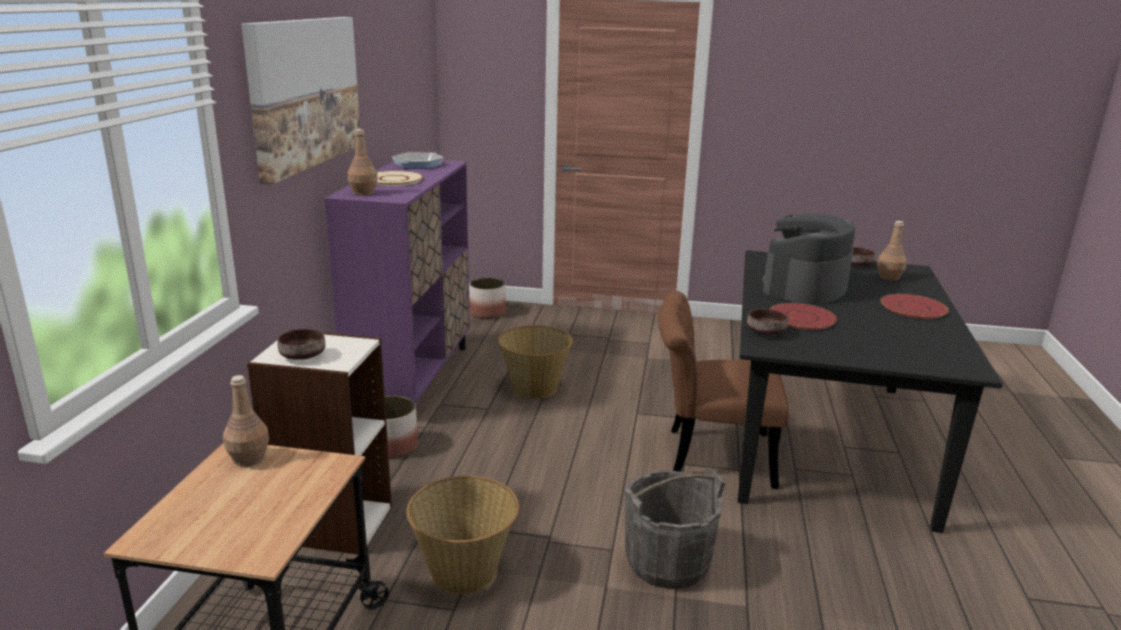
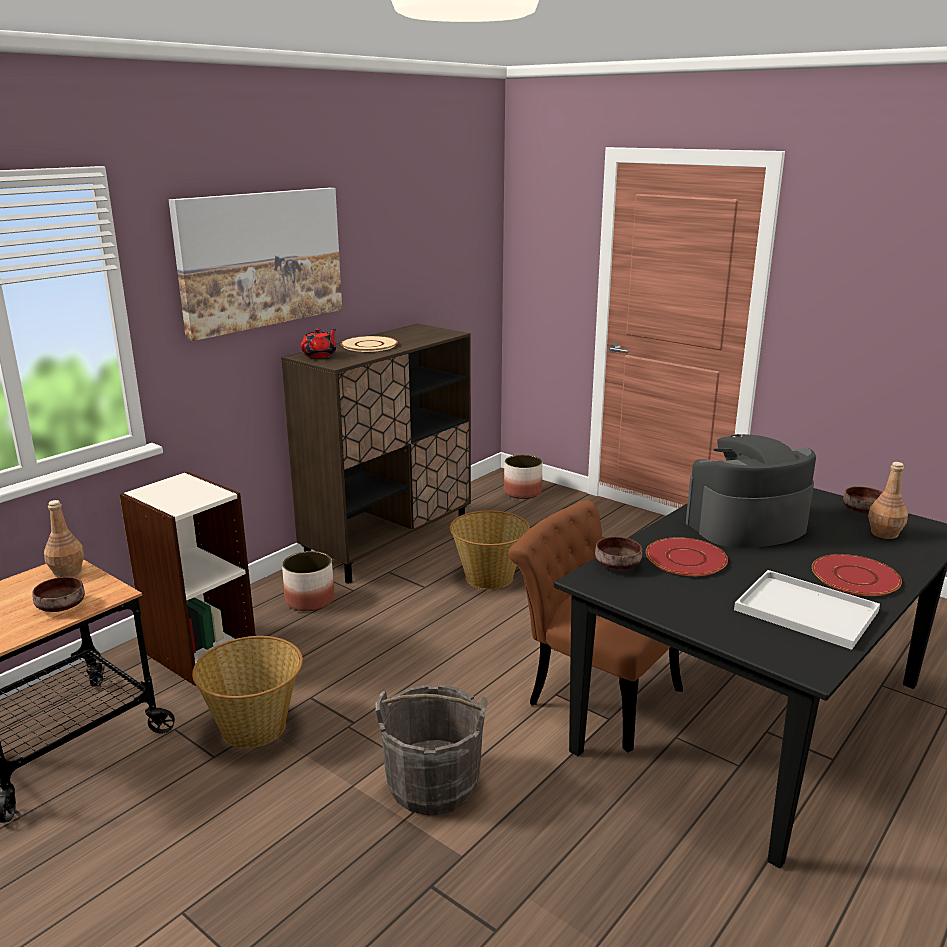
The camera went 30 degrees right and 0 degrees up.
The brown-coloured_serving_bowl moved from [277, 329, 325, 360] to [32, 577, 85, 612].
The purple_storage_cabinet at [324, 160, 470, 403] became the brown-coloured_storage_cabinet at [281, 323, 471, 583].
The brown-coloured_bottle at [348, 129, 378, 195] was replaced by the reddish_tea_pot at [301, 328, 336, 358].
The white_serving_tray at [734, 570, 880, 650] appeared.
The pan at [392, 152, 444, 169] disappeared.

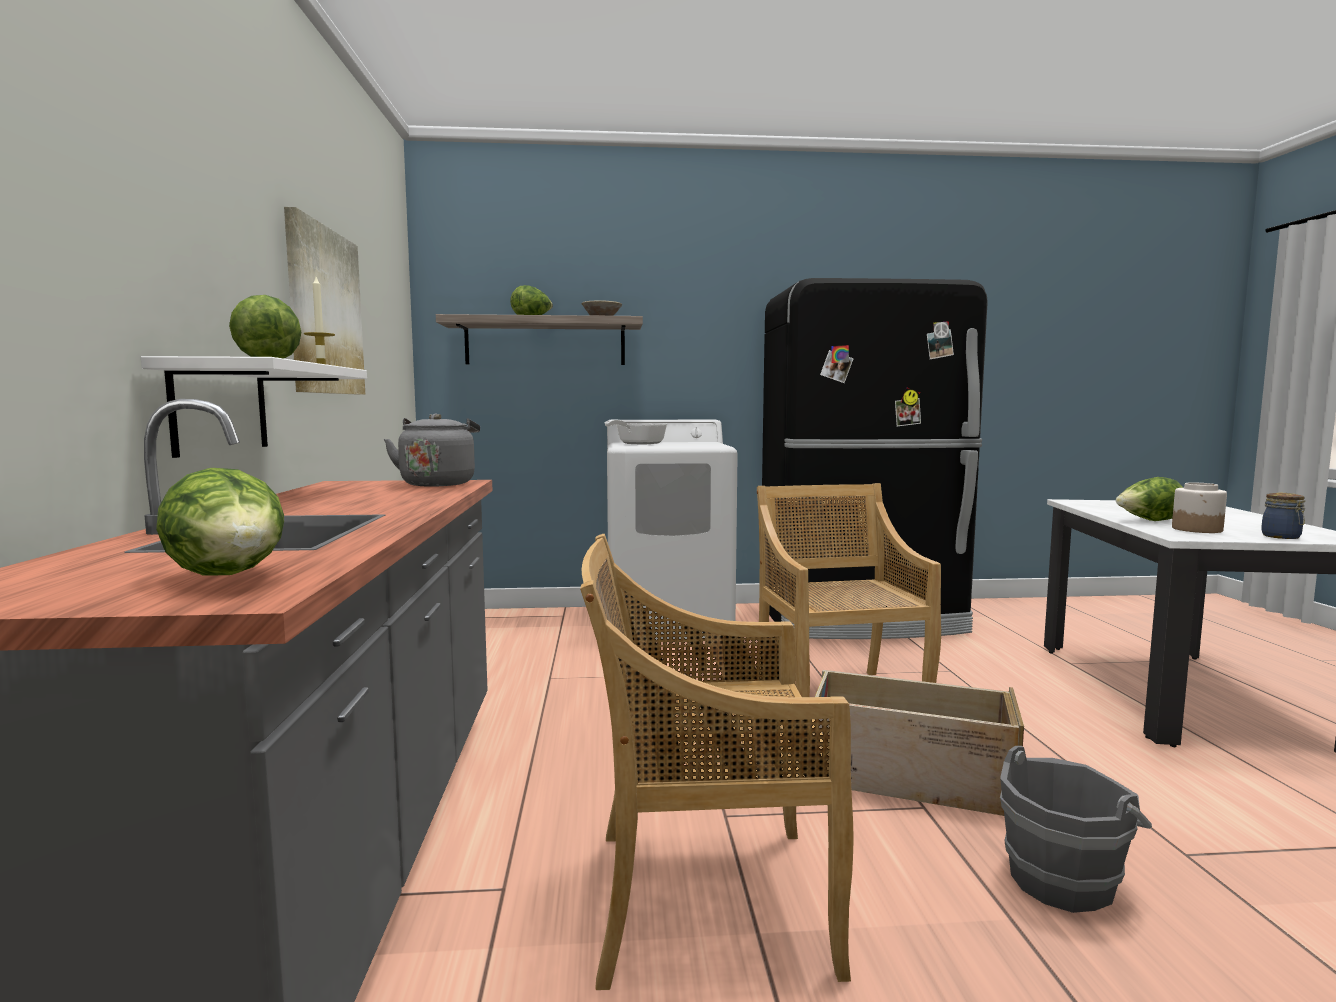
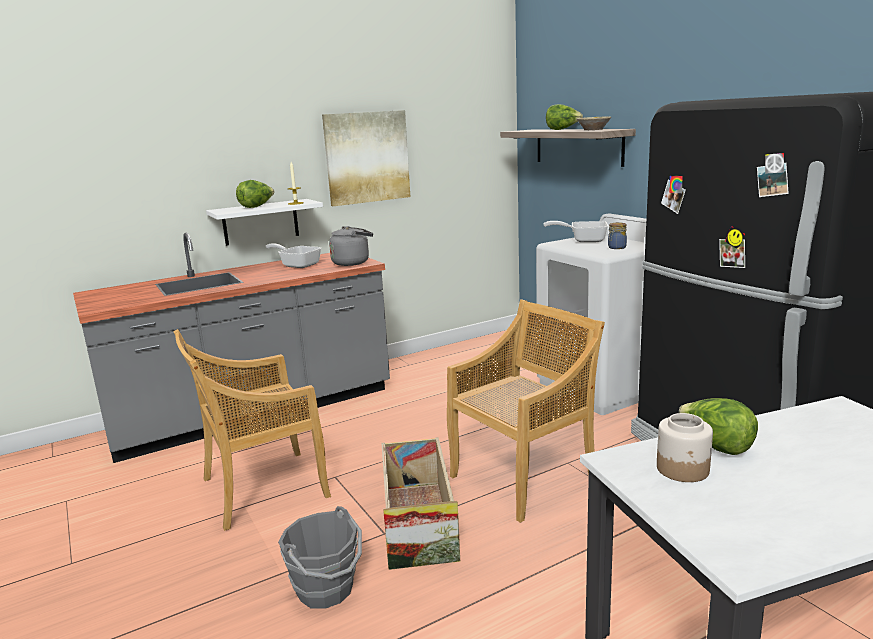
The camera went 65 degrees right and 10 degrees up.
The beige_plain_chair at [580, 534, 854, 990] turned 90 degrees counterclockwise.
The pan at [266, 243, 321, 268] appeared.
The storage_jar moved from [1261, 493, 1305, 539] to [608, 222, 627, 249].
The head_of_lettuce at [156, 468, 284, 576] disappeared.

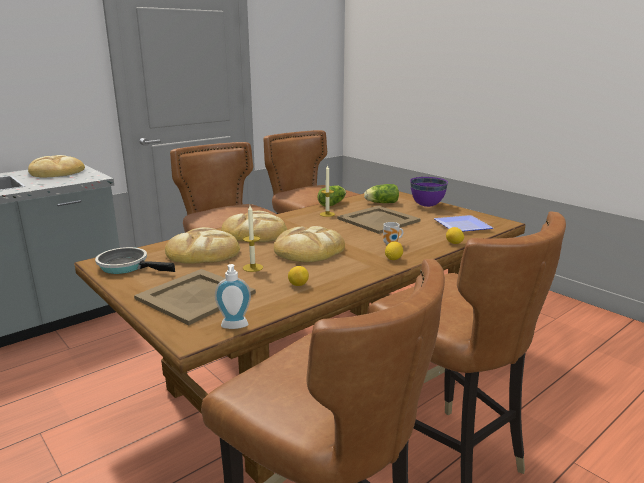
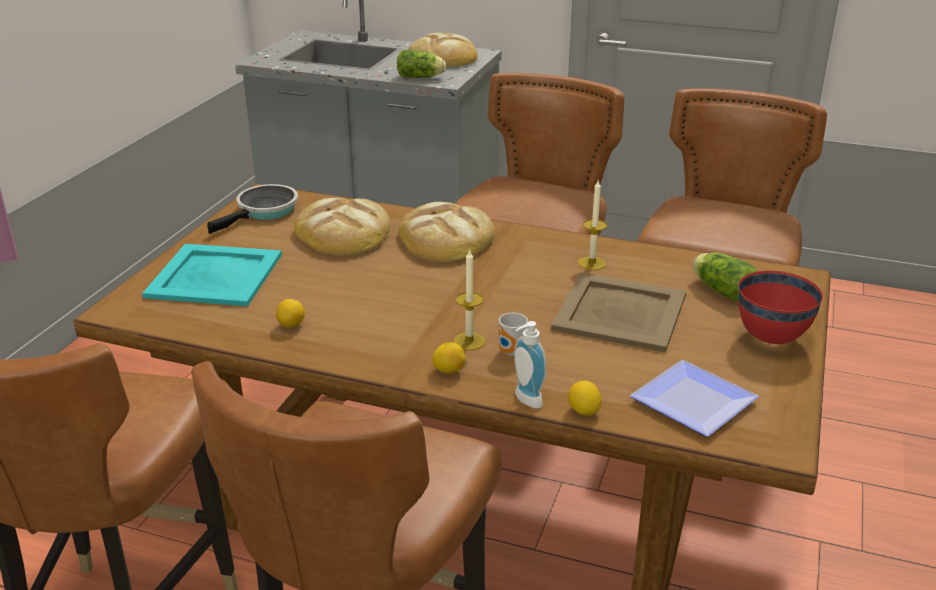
The camera went 60 degrees right and 10 degrees up.
The beige_serving_tray at [134, 269, 256, 325] became the turquoise_serving_tray at [142, 244, 282, 306].
The pan at [95, 247, 175, 274] turned 45 degrees clockwise.
The head_of_lettuce moved from [317, 185, 346, 207] to [397, 50, 446, 78].
The wax_light moved from [243, 205, 263, 272] to [453, 249, 486, 350].
The soap_bottle moved from [215, 264, 251, 329] to [514, 321, 547, 408].
The purple_serving_bowl at [410, 177, 448, 207] became the reddish_serving_bowl at [738, 271, 823, 344].
The bread at [274, 226, 345, 262] disappeared.

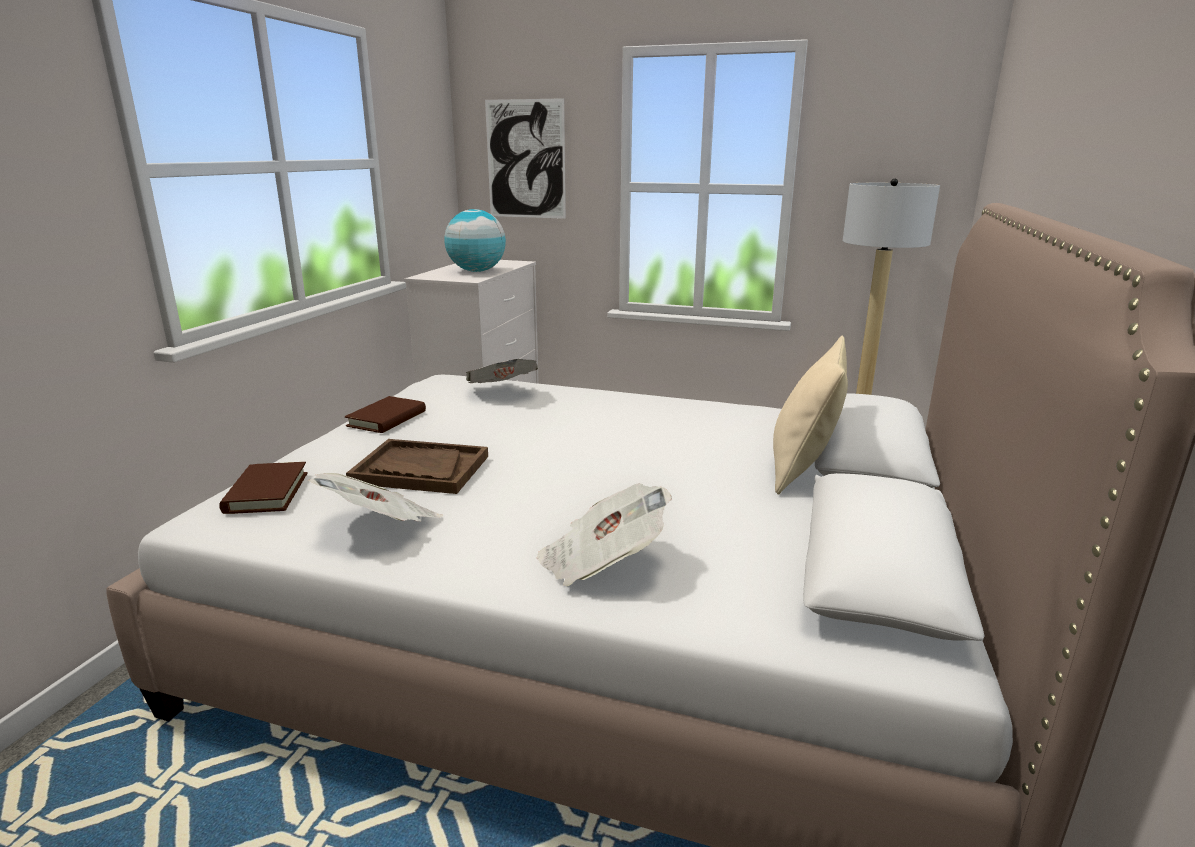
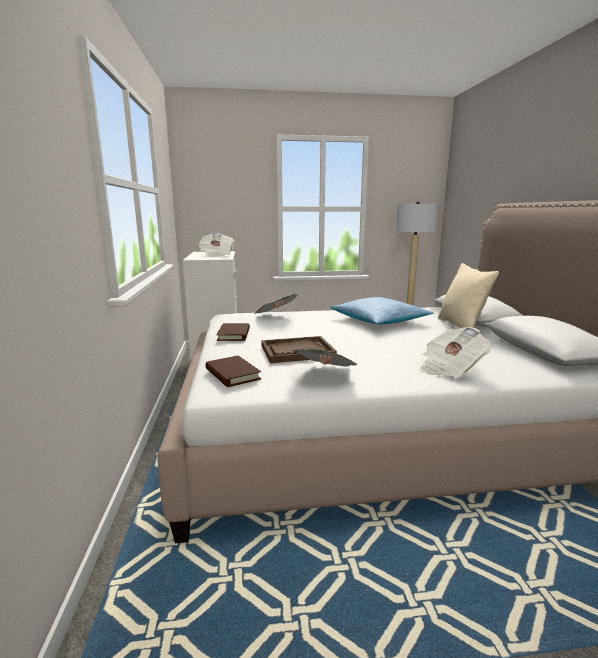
The camera went 25 degrees left and 5 degrees down.
The globe at [444, 209, 506, 272] was replaced by the daily_paper at [198, 233, 234, 258].
The throw_pillow at [331, 297, 434, 324] appeared.
The wall_picture at [485, 98, 566, 219] disappeared.

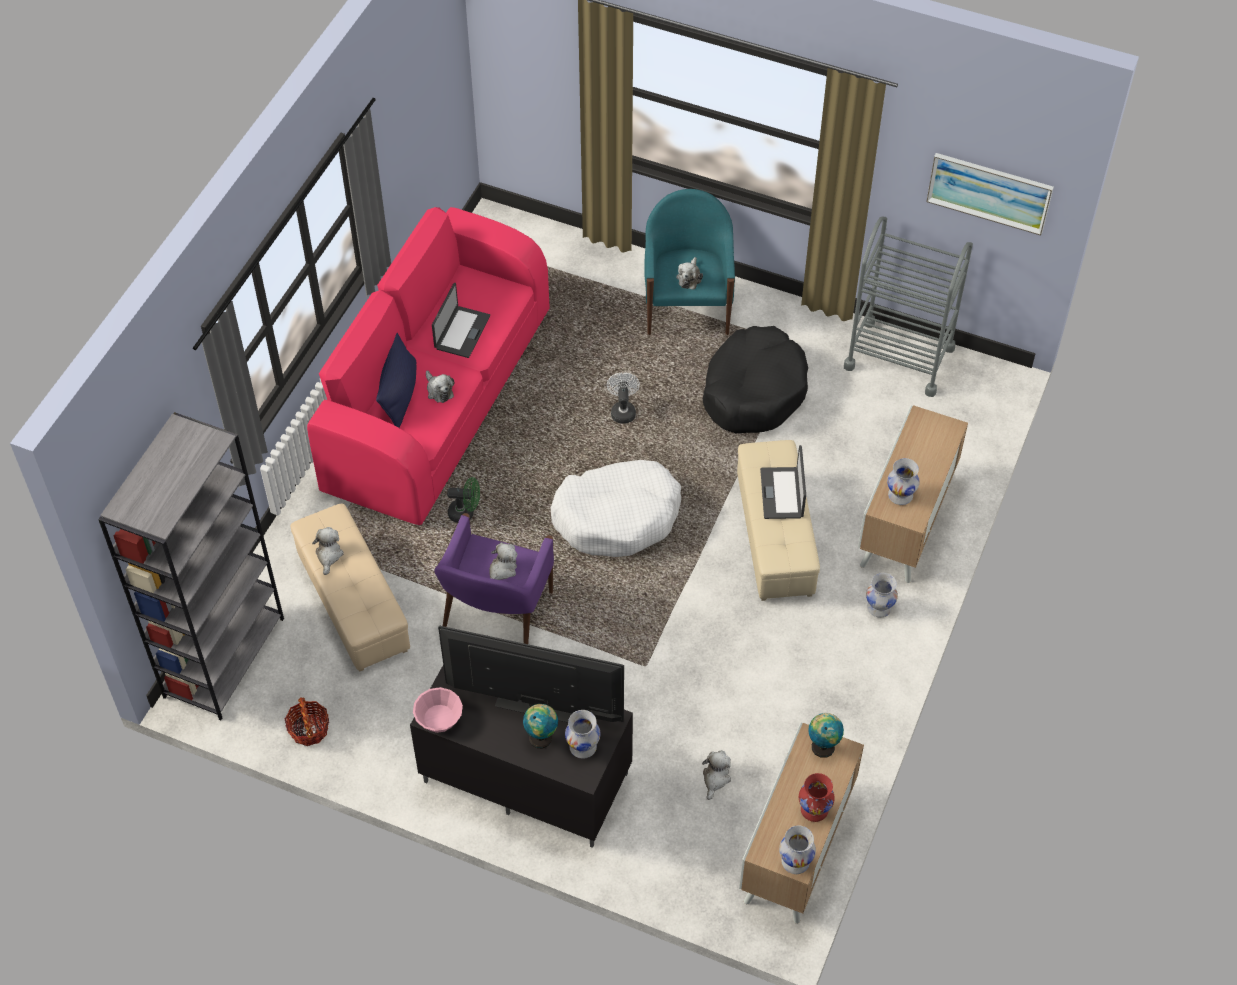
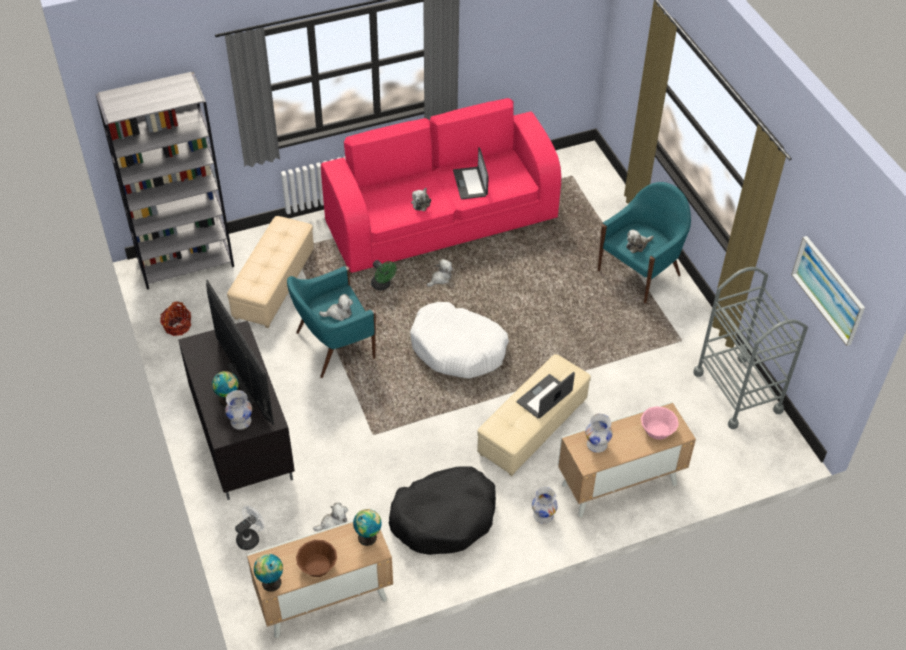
The camera went 45 degrees right and 5 degrees down.
The white_electric_fan moved from [607, 372, 640, 424] to [235, 506, 264, 550].
The white_vase at [779, 825, 816, 874] was replaced by the globe at [254, 554, 283, 591].
The purple_lounge_chair at [434, 513, 554, 644] became the turquoise_lounge_chair at [287, 266, 376, 378].
The reddish_vase at [799, 773, 835, 822] was replaced by the brown-coloured_serving_bowl at [296, 540, 337, 577].
The black_dog_cushion moved from [703, 326, 808, 433] to [389, 466, 496, 555].
The soft_toy moved from [312, 527, 344, 575] to [427, 259, 452, 287].
The laptop at [432, 283, 490, 358] turned 105 degrees clockwise.
The pink_serving_bowl moved from [413, 687, 463, 733] to [641, 406, 679, 440].
The bluish_throw_pillow at [376, 333, 417, 428] disappeared.

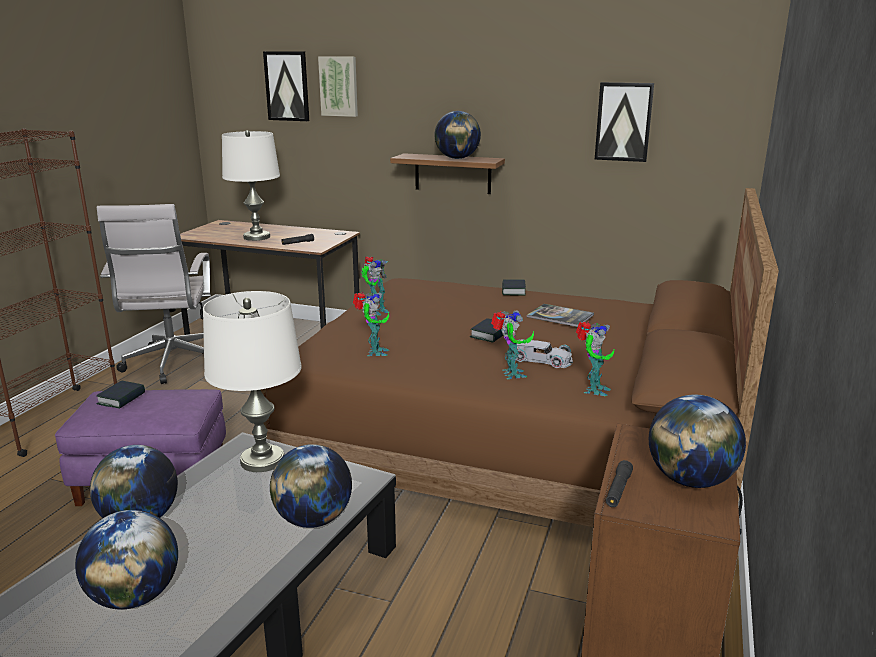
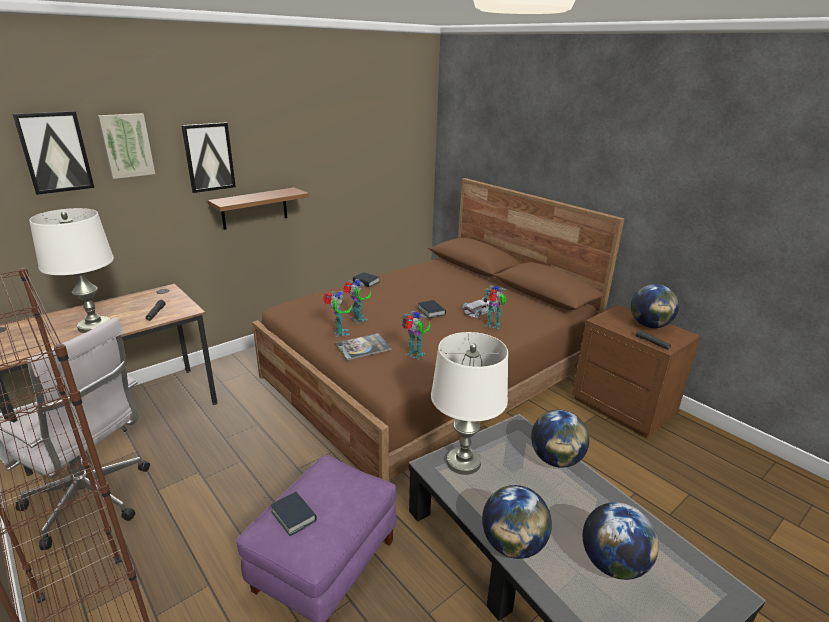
The camera went 60 degrees left and 5 degrees up.
The wall_picture moved from [595, 82, 654, 162] to [181, 122, 236, 193].
The volume moved from [527, 304, 594, 327] to [335, 333, 391, 361].
The robot_figure moved from [576, 321, 614, 396] to [343, 279, 371, 324].
The globe at [434, 111, 481, 159] disappeared.

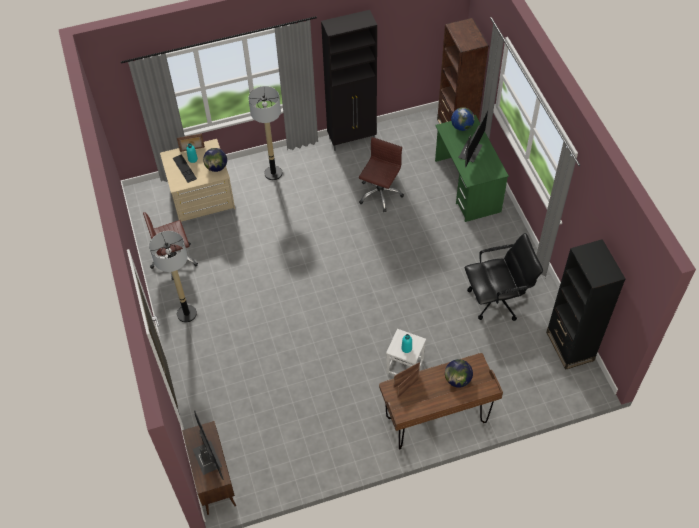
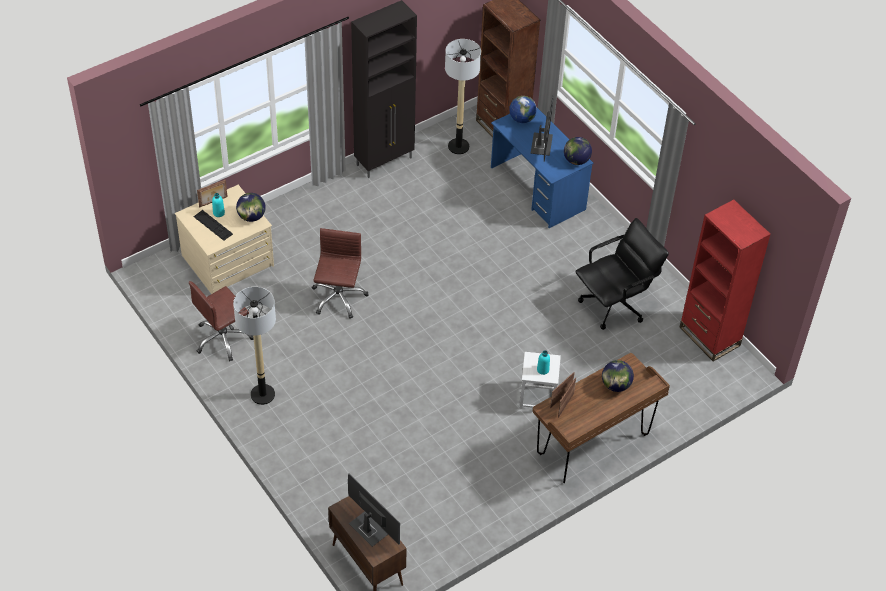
The camera went 20 degrees left and 5 degrees down.
The brown-coloured_desk_chair moved from [359, 137, 404, 212] to [312, 228, 369, 319].
The standard_lamp moved from [248, 86, 282, 180] to [445, 39, 481, 154].
The green-coloured_desk_unit at [435, 115, 509, 222] became the bluish_desk_unit at [491, 108, 593, 228].
The globe at [564, 137, 592, 165] appeared.
The black_bookshelf at [546, 239, 625, 370] became the reddish_bookshelf at [680, 200, 771, 361].

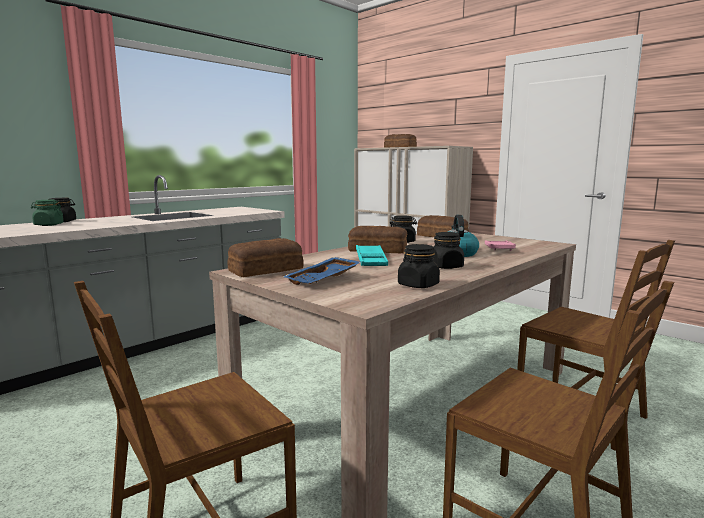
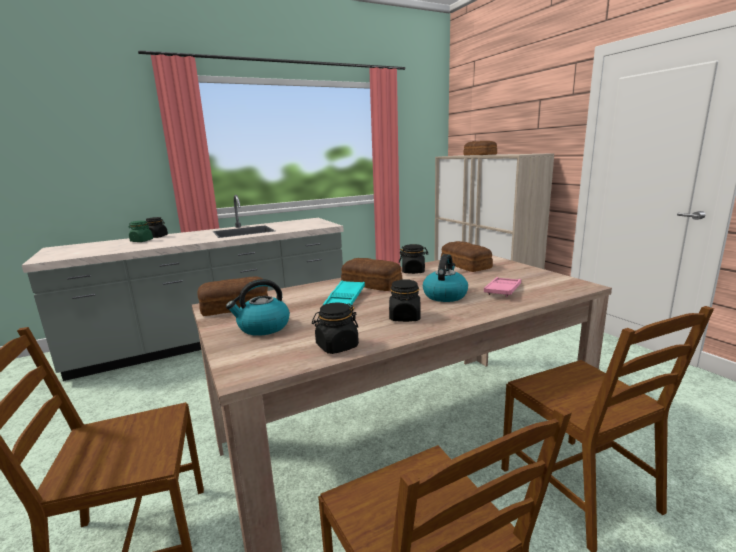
The camera went 20 degrees right and 5 degrees up.
The bluish_serving_tray at [283, 257, 361, 285] was replaced by the kettle at [226, 279, 290, 336].

